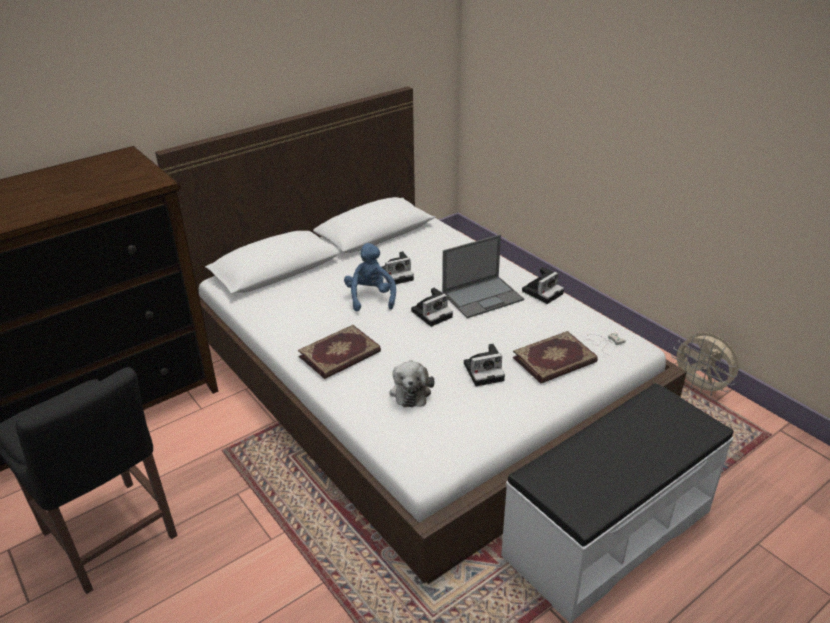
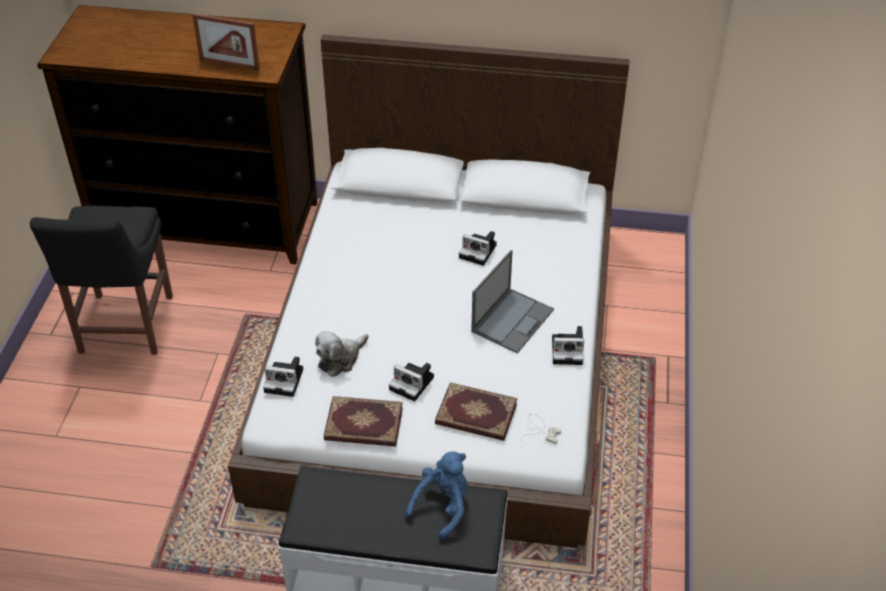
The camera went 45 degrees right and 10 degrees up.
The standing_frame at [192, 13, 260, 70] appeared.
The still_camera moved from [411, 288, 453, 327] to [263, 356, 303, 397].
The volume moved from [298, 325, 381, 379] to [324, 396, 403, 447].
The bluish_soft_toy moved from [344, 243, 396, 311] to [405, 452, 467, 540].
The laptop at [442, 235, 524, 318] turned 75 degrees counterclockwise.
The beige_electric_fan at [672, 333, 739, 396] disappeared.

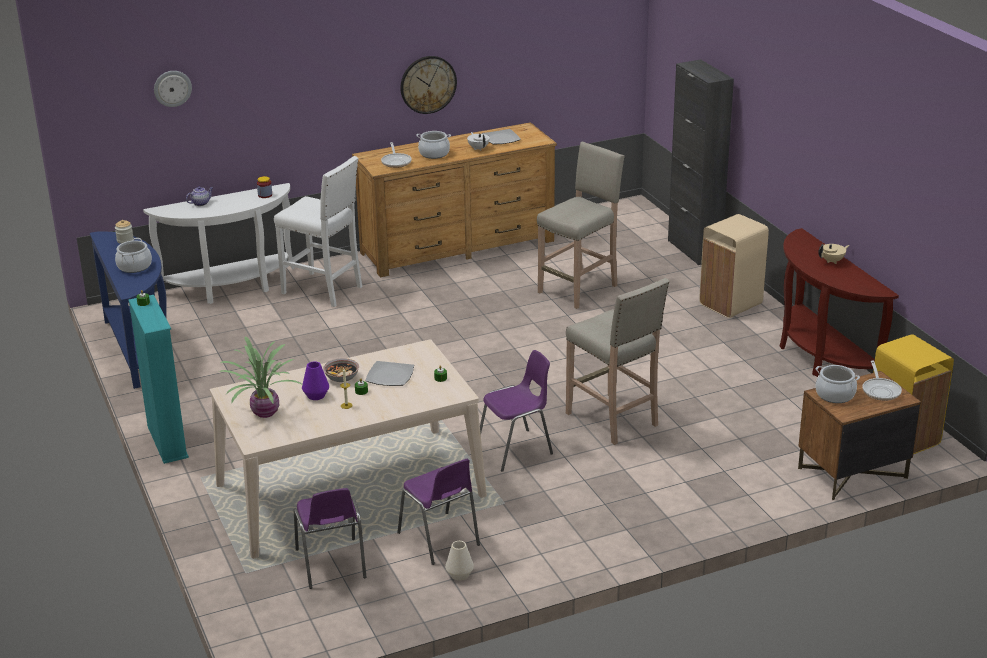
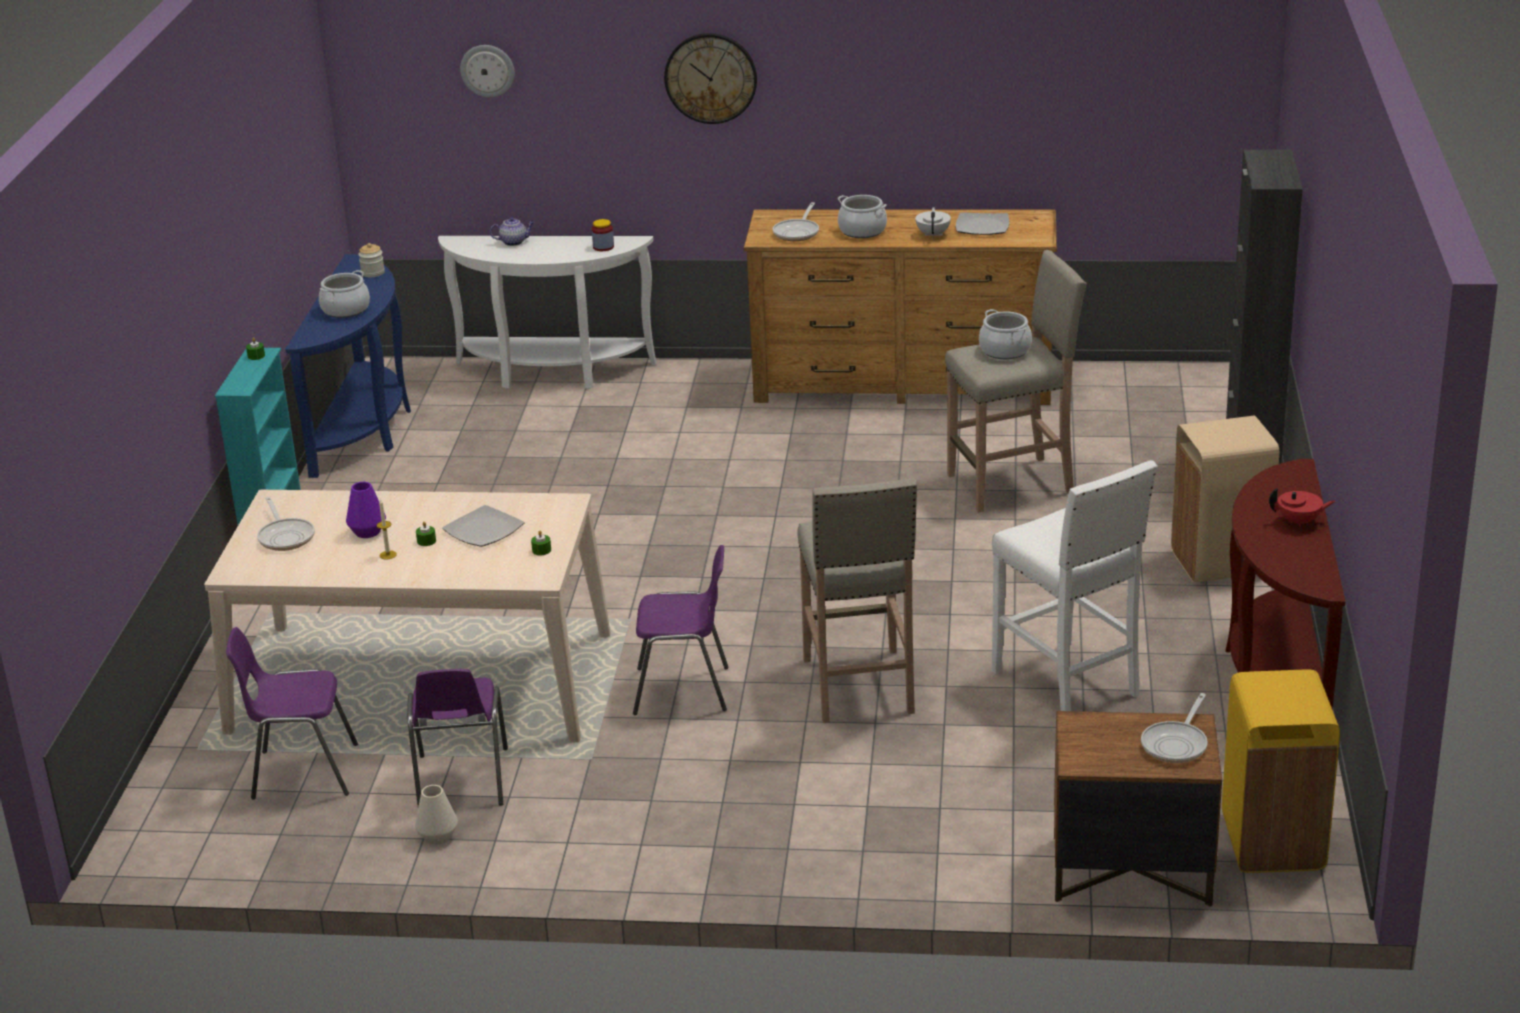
The camera went 30 degrees right and 0 degrees up.
The purple_plain_chair at [294, 488, 366, 589] turned 75 degrees clockwise.
The houseplant at [219, 337, 304, 418] was replaced by the pan at [257, 497, 315, 551].
The wall_clock moved from [400, 56, 457, 114] to [664, 33, 757, 124].
The stockpot moved from [815, 365, 860, 403] to [979, 309, 1032, 359].
The white_stool_seat moved from [274, 156, 362, 307] to [992, 460, 1157, 711].
The beige_tea_pot at [818, 244, 850, 264] became the reddish_tea_pot at [1269, 488, 1335, 528].
The serving_bowl at [323, 358, 359, 382] disappeared.

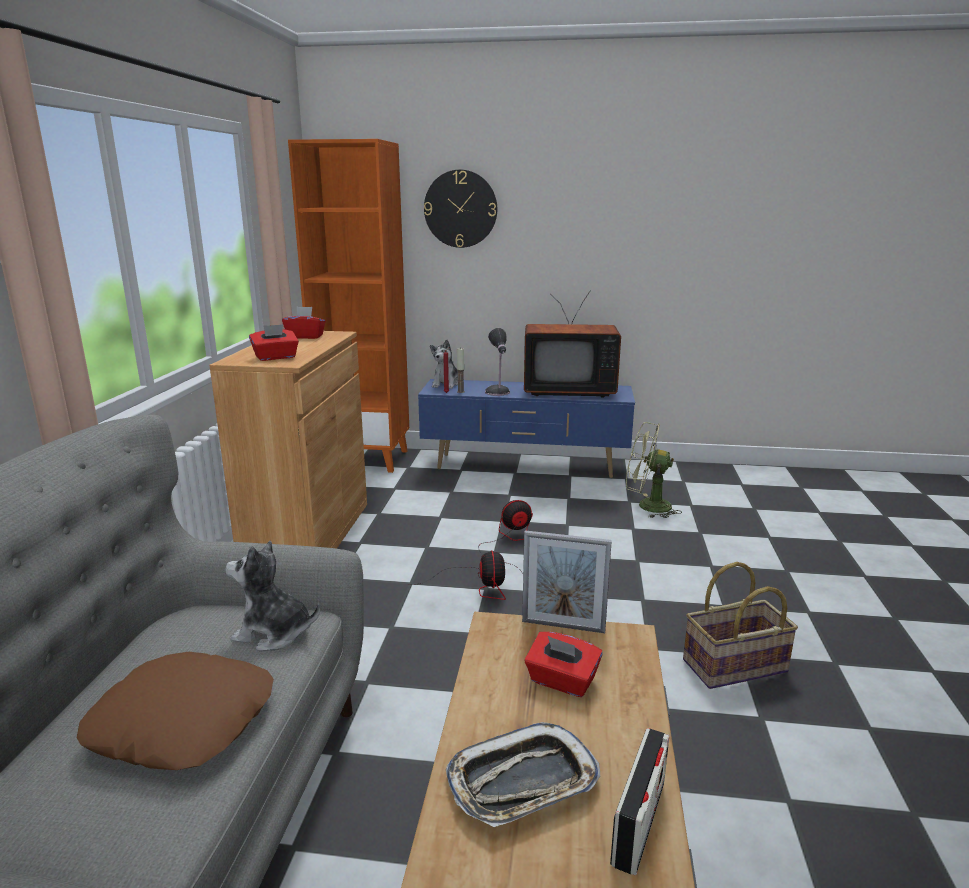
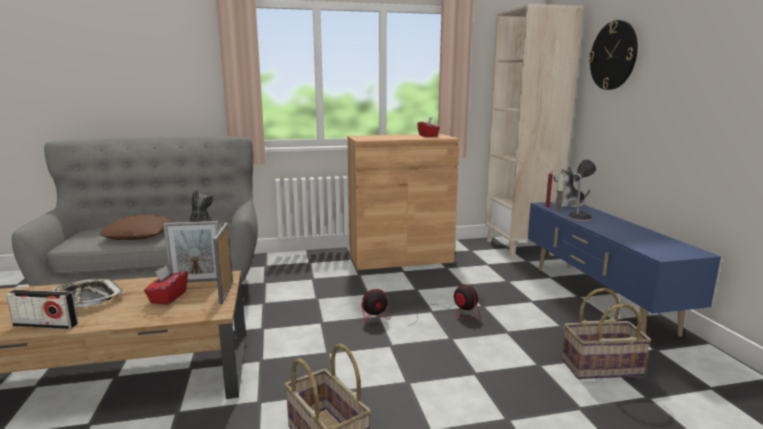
The camera went 70 degrees right and 5 degrees down.
The standing_frame at [163, 221, 219, 282] appeared.
The orangey_bookshelf at [288, 139, 409, 473] became the beige_bookshelf at [485, 4, 584, 259].
The green-coloured_electric_fan at [626, 422, 682, 518] was replaced by the basket at [562, 288, 651, 379].
The reddish_tissue_holder at [249, 324, 299, 361] disappeared.
The TV_set at [524, 290, 621, 397] disappeared.

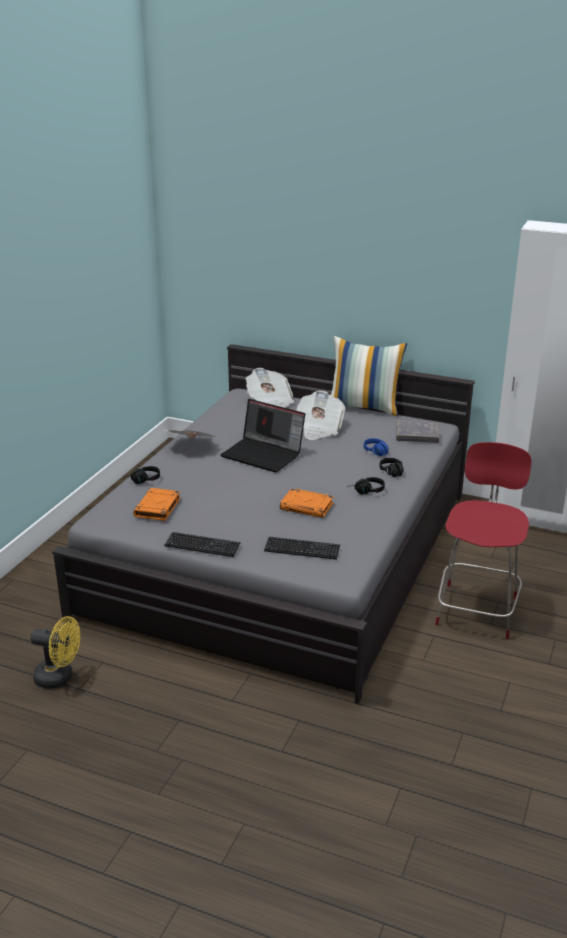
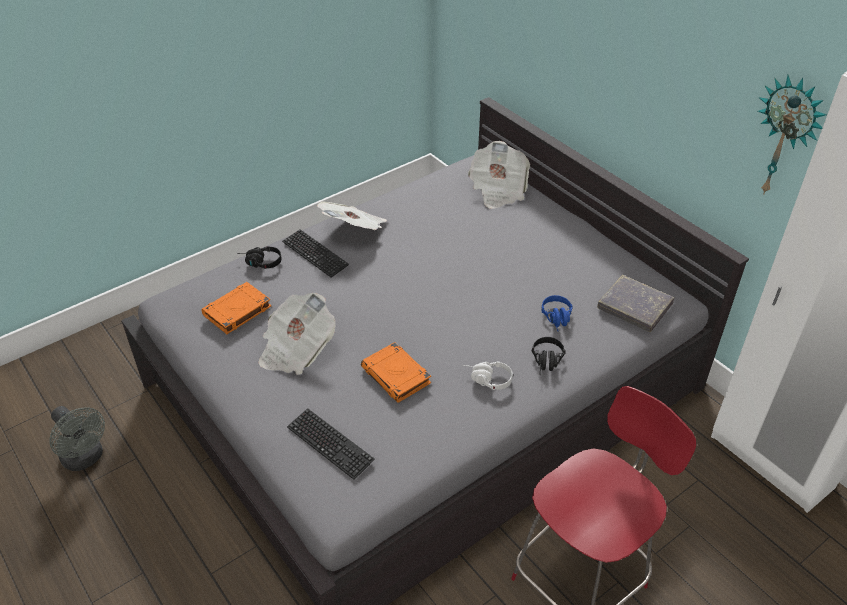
The camera went 30 degrees right and 15 degrees up.
The yellow_electric_fan at [30, 616, 80, 689] became the gray_electric_fan at [49, 406, 105, 471].
The daily_paper moved from [296, 391, 345, 440] to [258, 293, 336, 375].
The computer_keyboard moved from [164, 532, 241, 557] to [282, 229, 349, 278].
The black_headphones at [347, 477, 385, 494] became the white_headphones at [463, 361, 513, 390].
The wall_clock at [758, 75, 827, 195] appeared.
The laptop at [220, 399, 305, 472] disappeared.
The throw_pillow at [331, 336, 407, 416] disappeared.

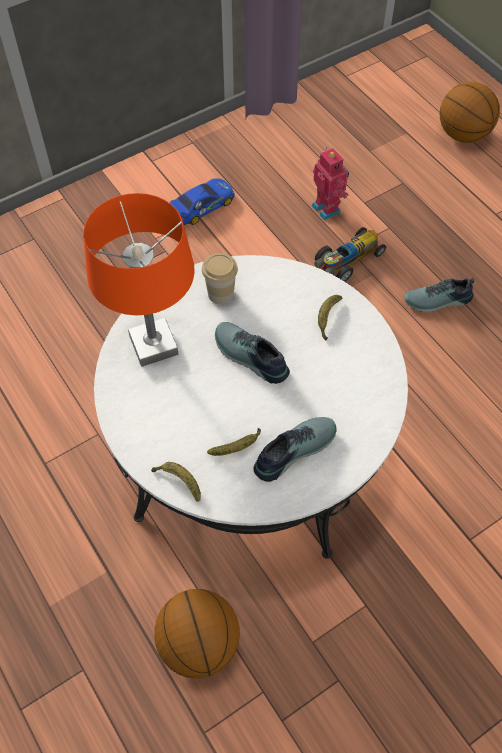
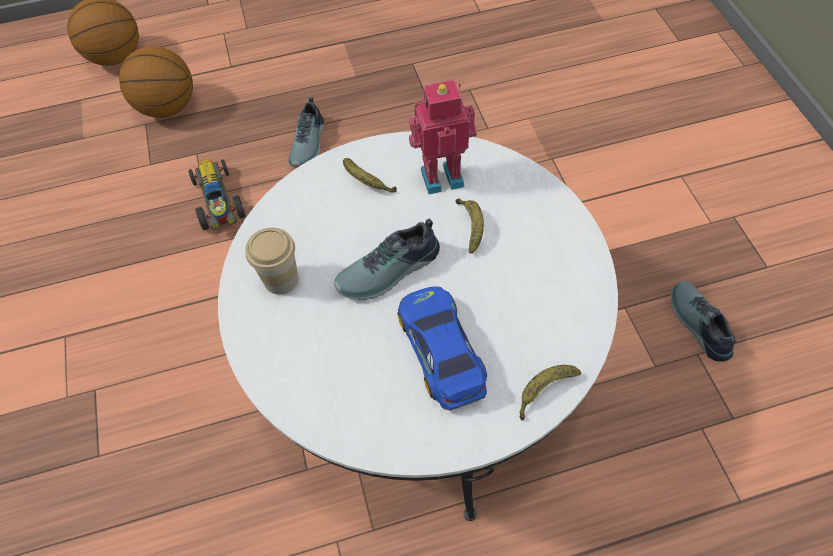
The camera went 70 degrees left and 0 degrees up.
The basketball moved from [154, 589, 240, 679] to [119, 46, 193, 118].
The toy_car moved from [169, 178, 235, 225] to [398, 286, 487, 411].
The robot_figure moved from [312, 147, 349, 220] to [409, 79, 477, 195].
The whole_banana moved from [207, 428, 261, 456] to [455, 199, 484, 253].
The item_of_footwear moved from [253, 417, 336, 482] to [671, 281, 737, 362].
The orangey_tabletop_lamp at [84, 193, 195, 367] disappeared.

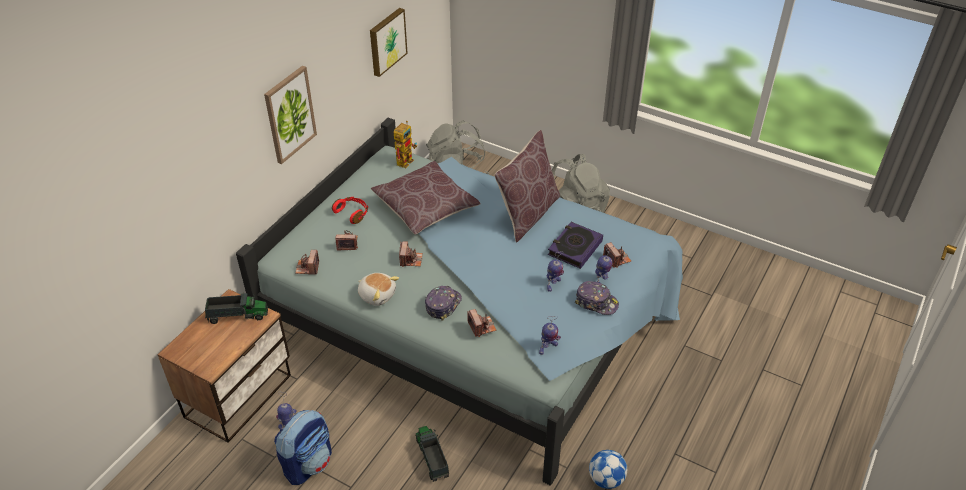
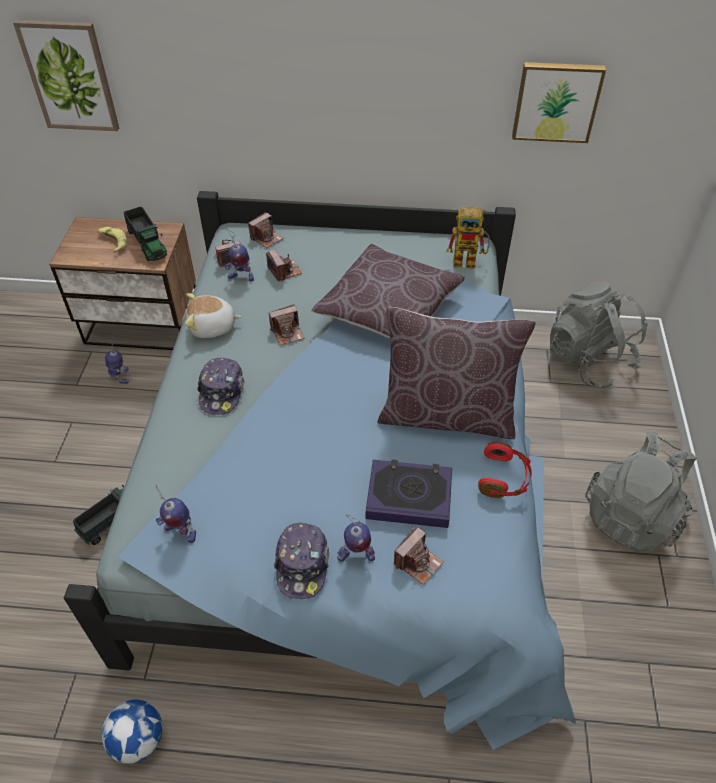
The camera went 65 degrees right and 5 degrees up.
The wall_picture moved from [264, 66, 317, 164] to [13, 20, 119, 131].
The whole_banana at [98, 227, 128, 253] appeared.
The soft_toy at [358, 273, 399, 306] turned 75 degrees clockwise.
The peaked_cap at [425, 286, 462, 321] turned 90 degrees clockwise.
The robot_figure moved from [547, 251, 564, 292] to [224, 229, 254, 281].
The still_camera moved from [468, 309, 497, 337] to [248, 212, 284, 248].
The reddish_headphones moved from [332, 197, 368, 224] to [478, 442, 532, 498].
The backpack at [274, 410, 332, 485] disappeared.

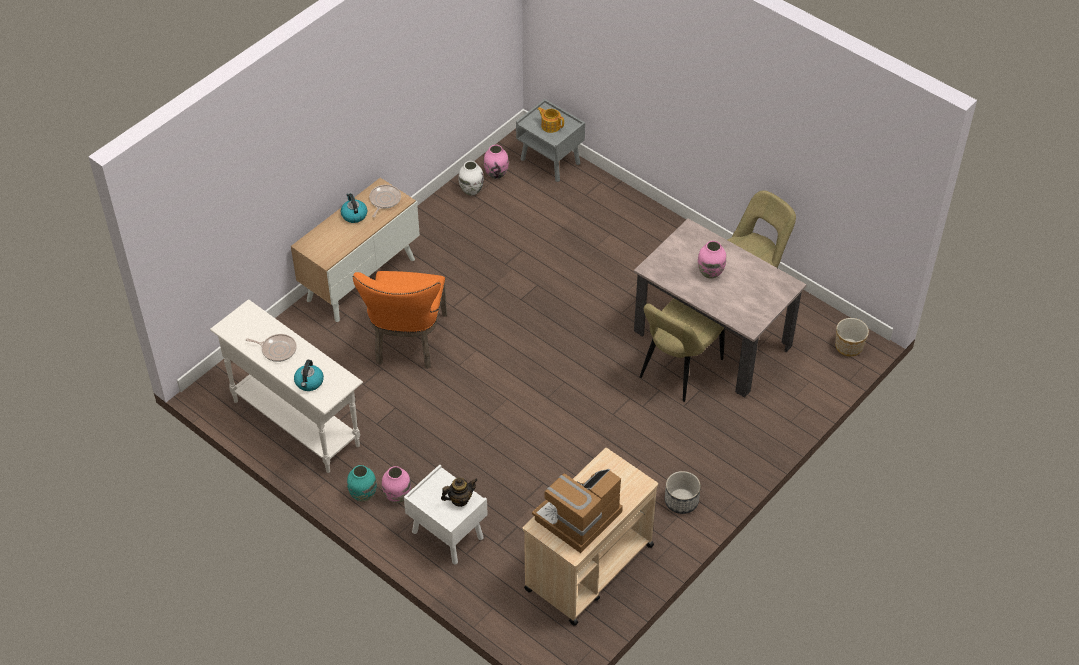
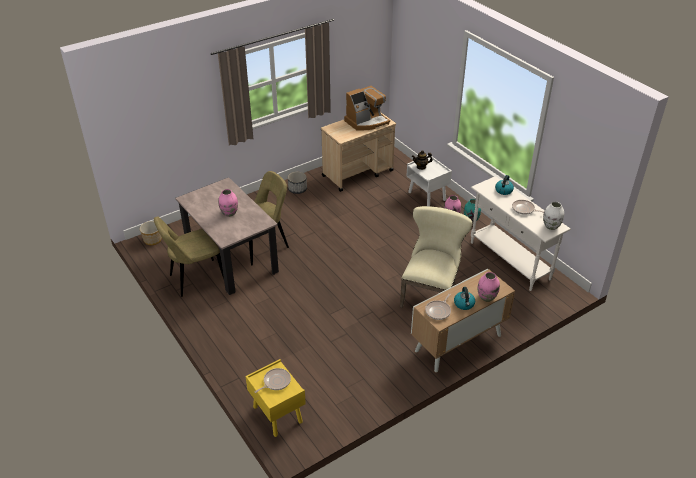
The camera went 165 degrees left and 10 degrees down.
The gray_bedside_table at [516, 99, 585, 182] became the yellow_bedside_table at [246, 359, 306, 437].
The tea_pot at [538, 107, 564, 133] was replaced by the pan at [255, 368, 291, 393].
The orangey_plain_chair at [353, 271, 447, 369] became the beige_plain_chair at [400, 206, 473, 307].
The pink_vase moved from [484, 145, 509, 179] to [478, 272, 500, 302].
The white_vase moved from [458, 161, 484, 195] to [543, 201, 564, 230].

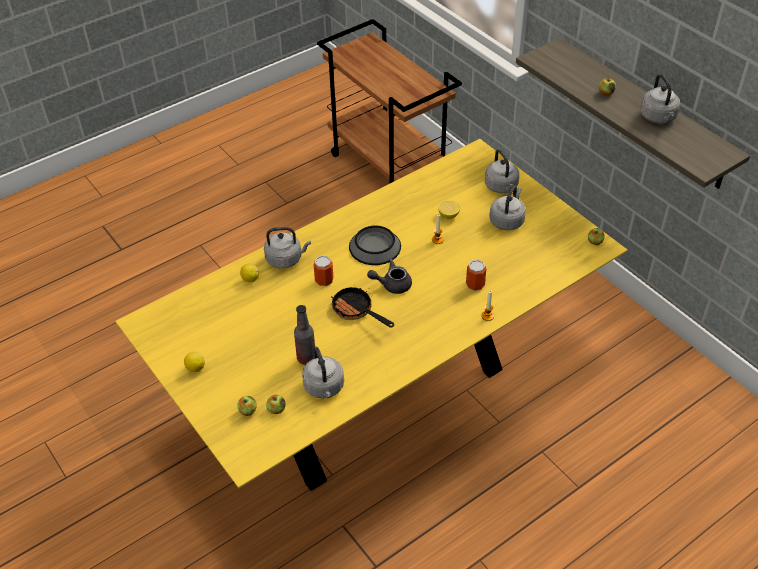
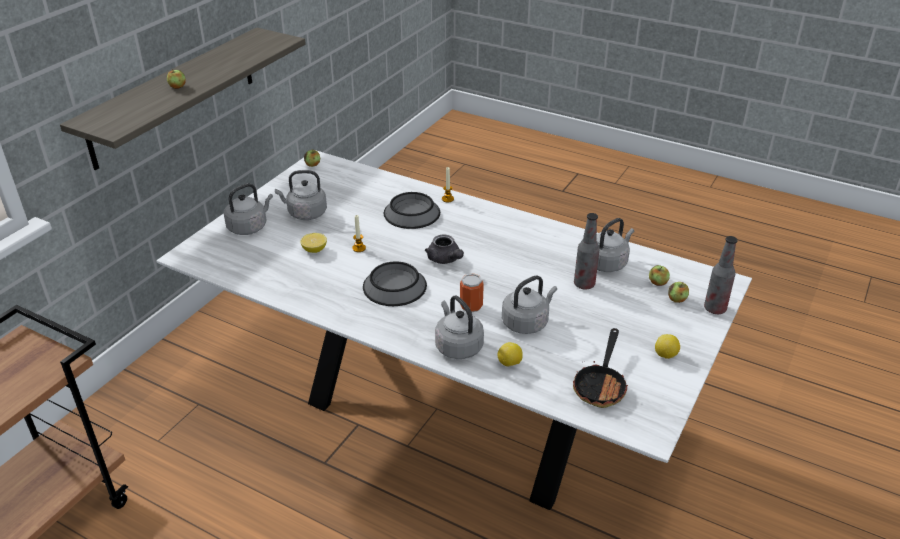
The camera went 115 degrees left and 10 degrees down.
The yellow_kitchen_table at [115, 139, 628, 491] became the white_kitchen_table at [156, 151, 752, 510].
The metal_can at [466, 260, 486, 291] was replaced by the serving_bowl at [384, 192, 440, 229].
The gray_kettle moved from [640, 74, 680, 124] to [502, 276, 557, 334].
The pan moved from [331, 285, 394, 328] to [573, 328, 628, 408].
The bottle at [704, 236, 738, 314] appeared.

